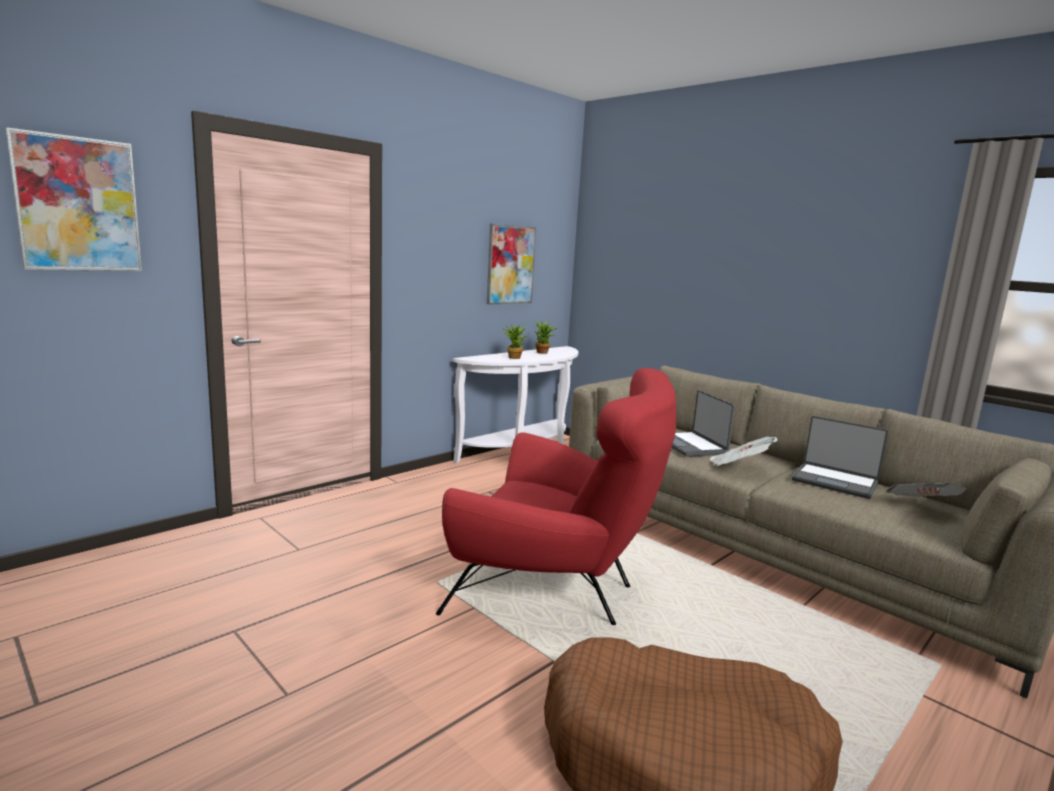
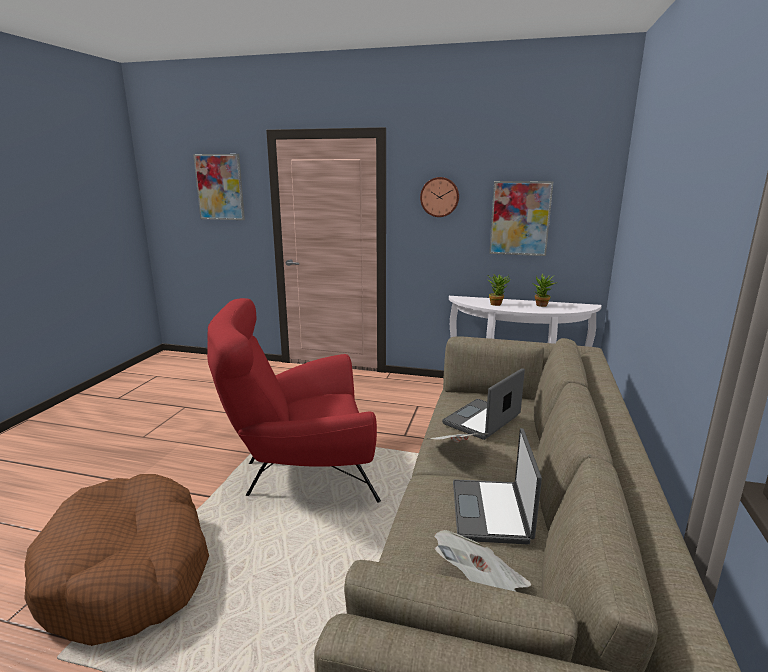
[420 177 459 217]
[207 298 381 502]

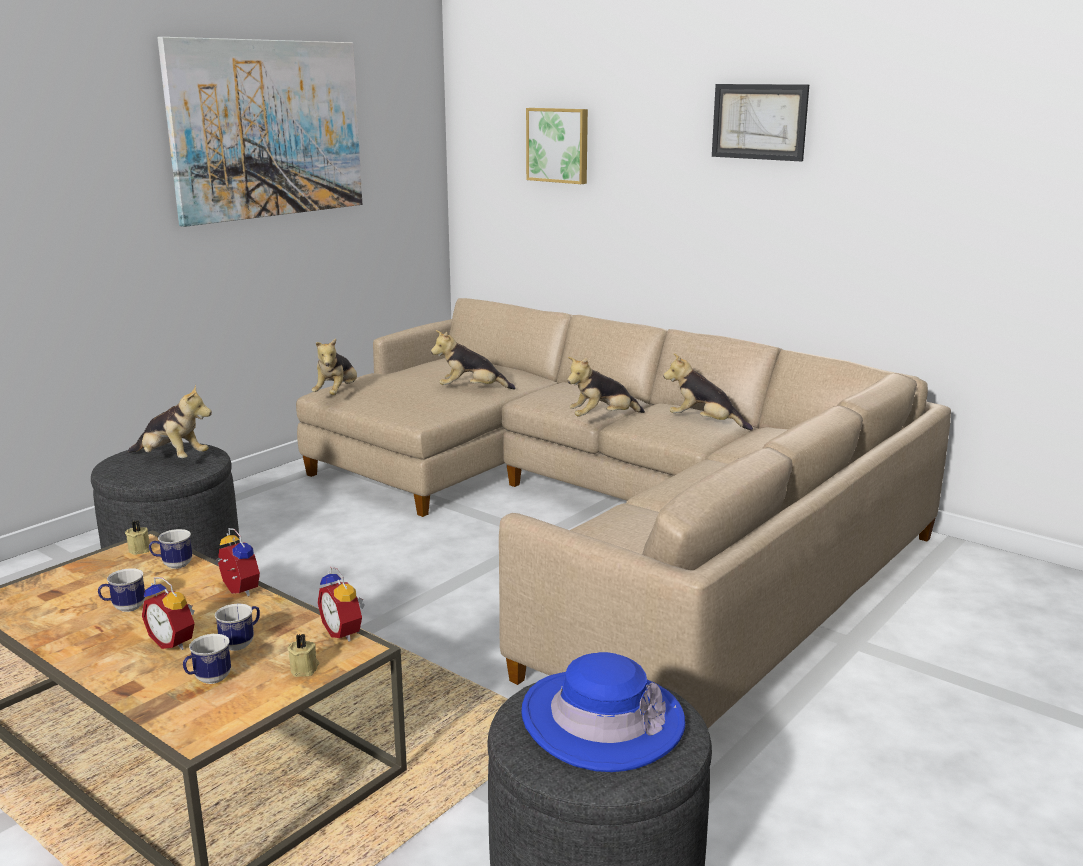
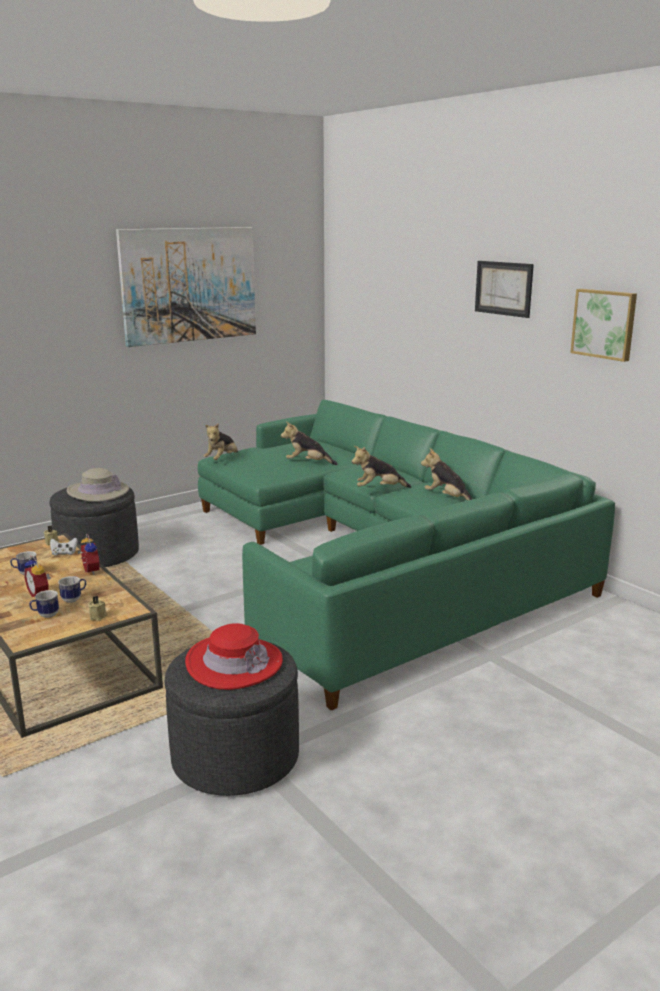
[317 567 365 641] (first image)
[570 289 637 362]
[67 468 129 502]
[50 538 78 556]
[198 400 615 711]
[185 623 283 690]

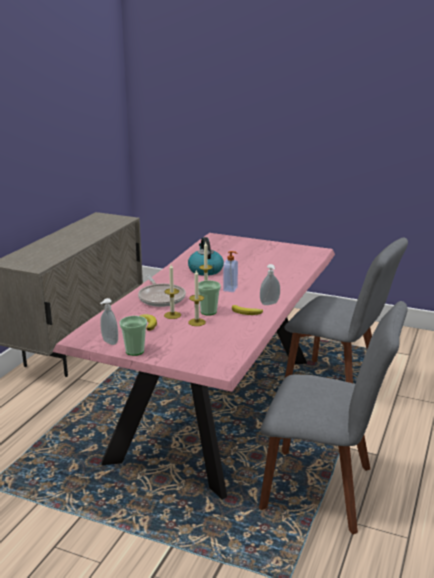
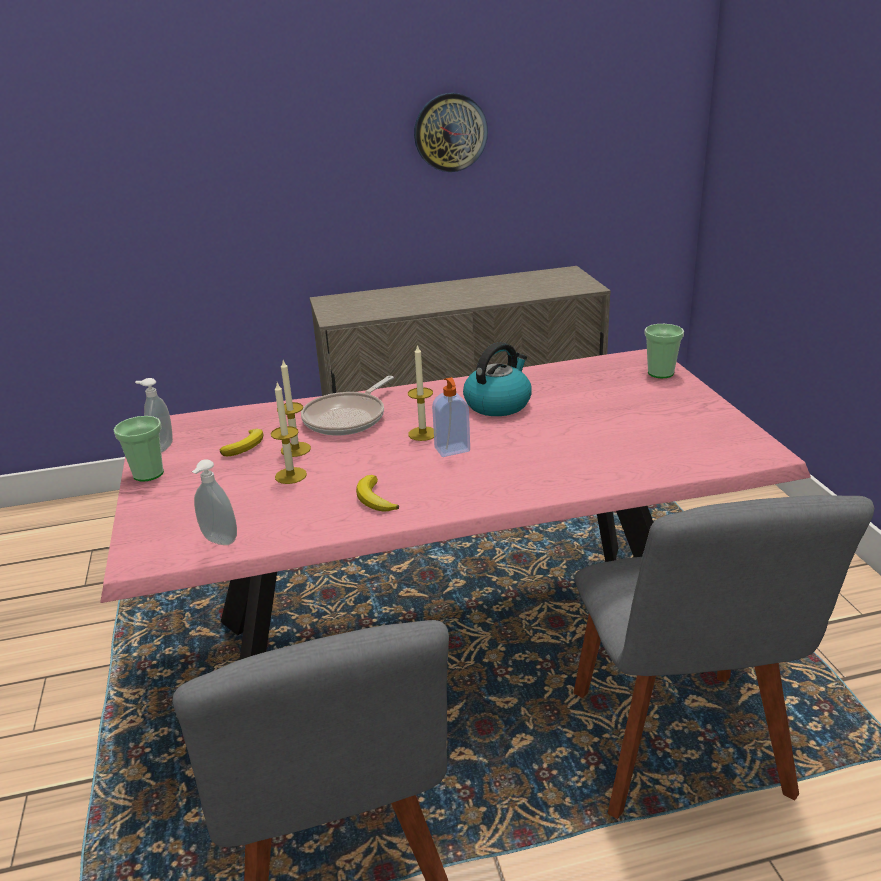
[414 93 488 172]
[644 324 684 378]
[192 459 237 545]

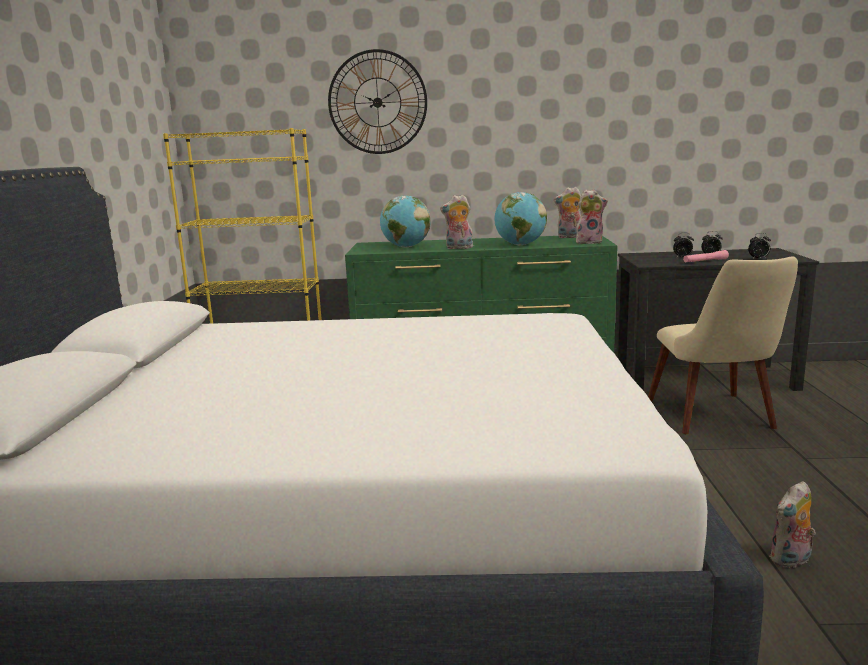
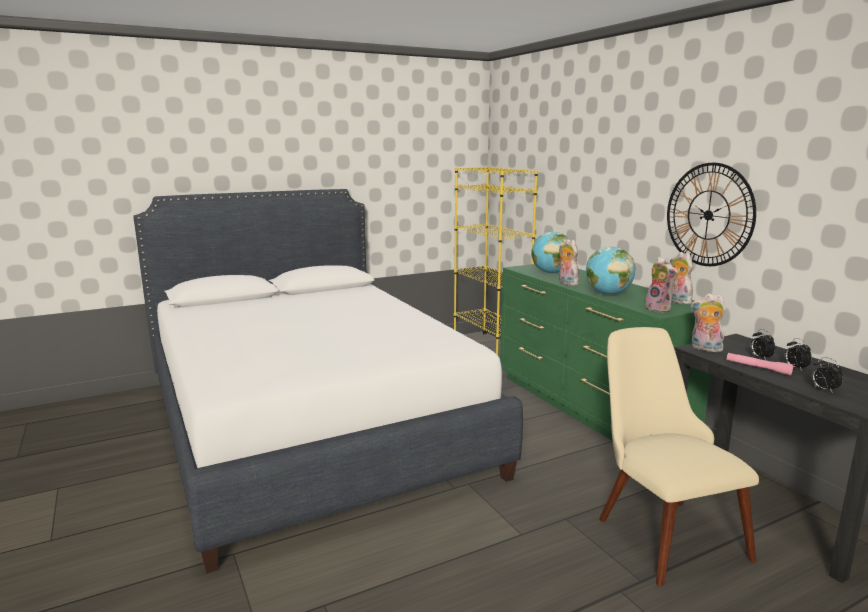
[667 163 756 266]
[691 293 726 353]
[599 327 759 586]

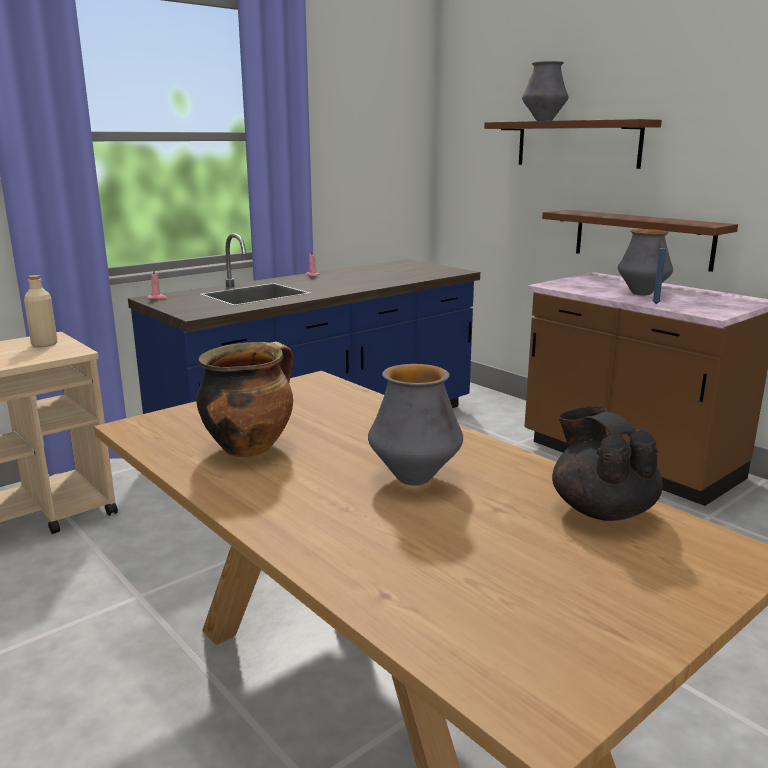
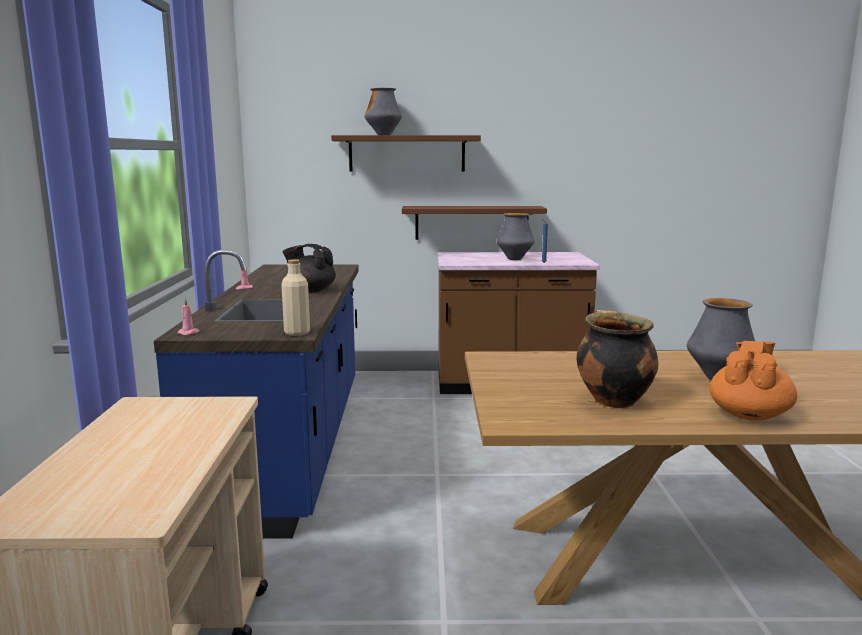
[710 341 797 420]
[281 259 310 336]
[282 244 336 292]

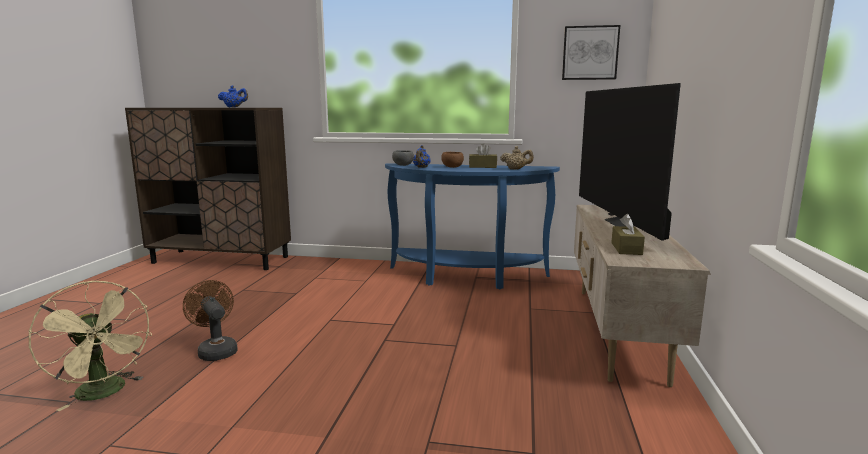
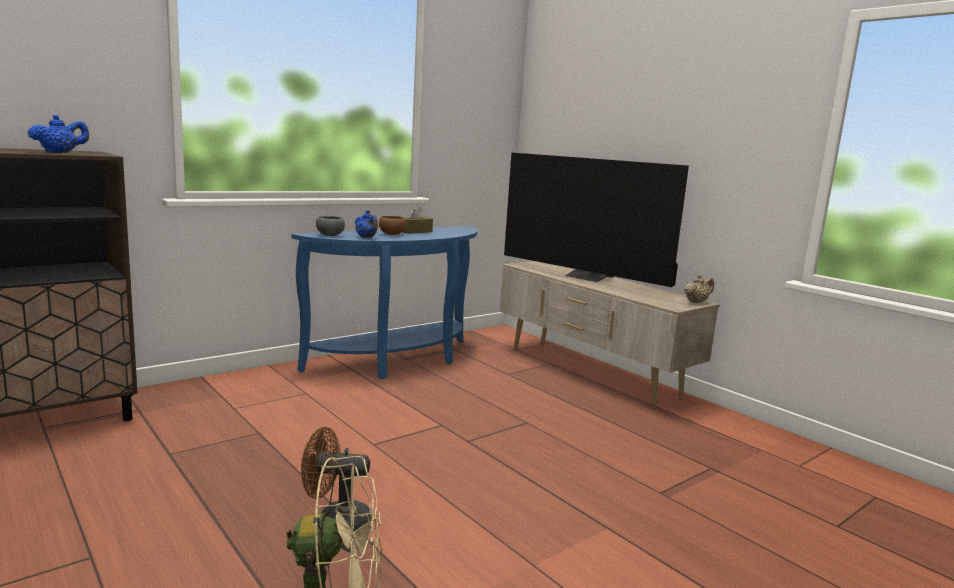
[562 25 620 80] (first image)
[611 214 645 255] (first image)
[684 274 714 303]

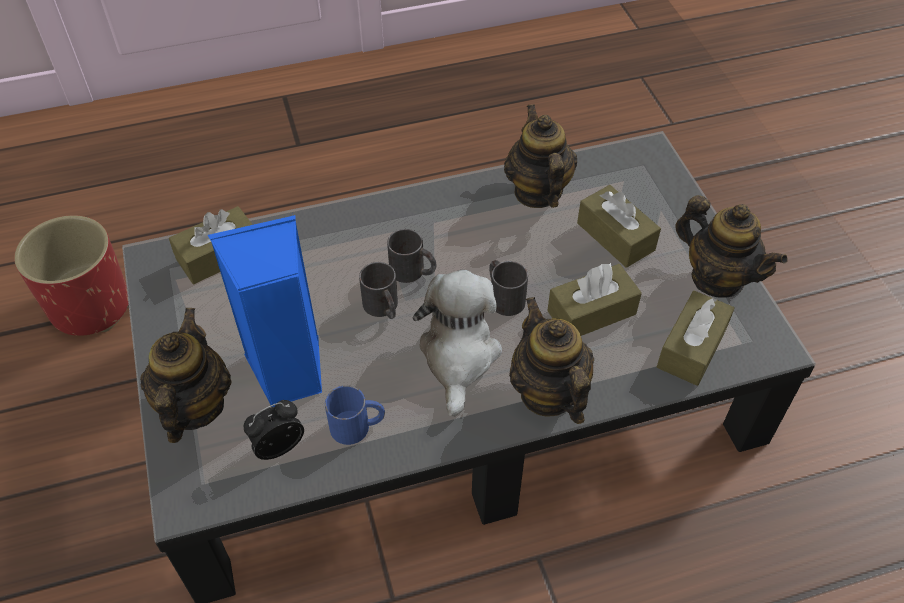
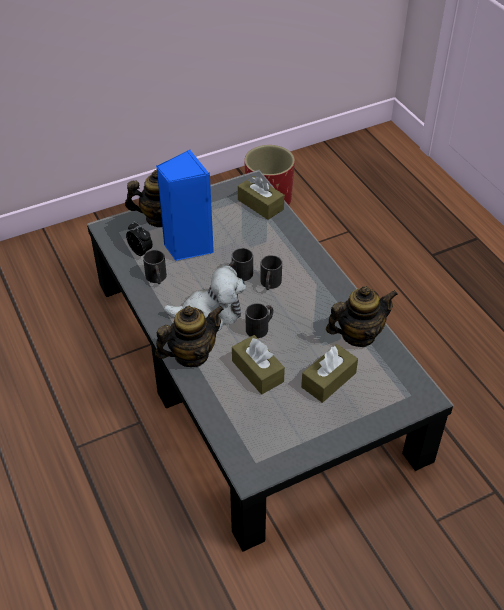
[657 291 735 386] (first image)
[675 195 788 298] (first image)
[143 250 167 284]

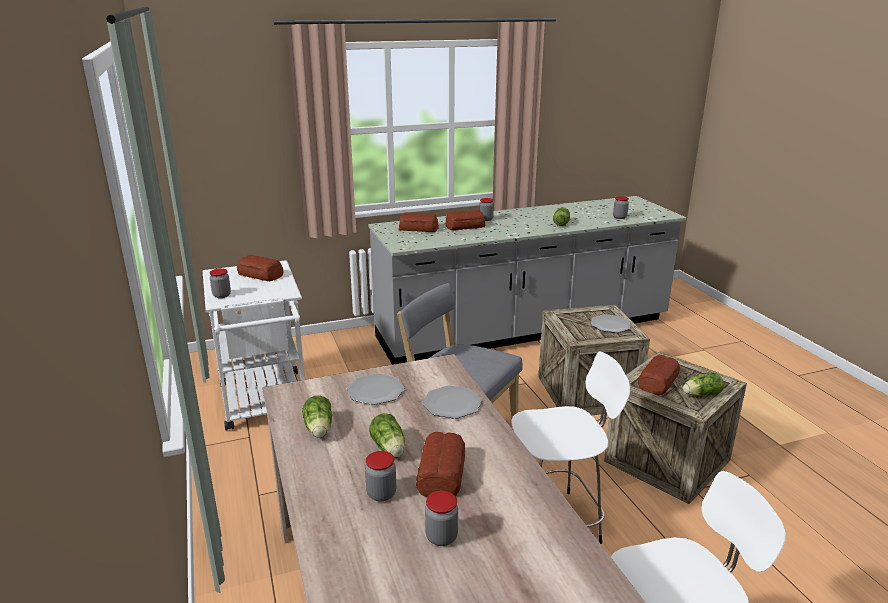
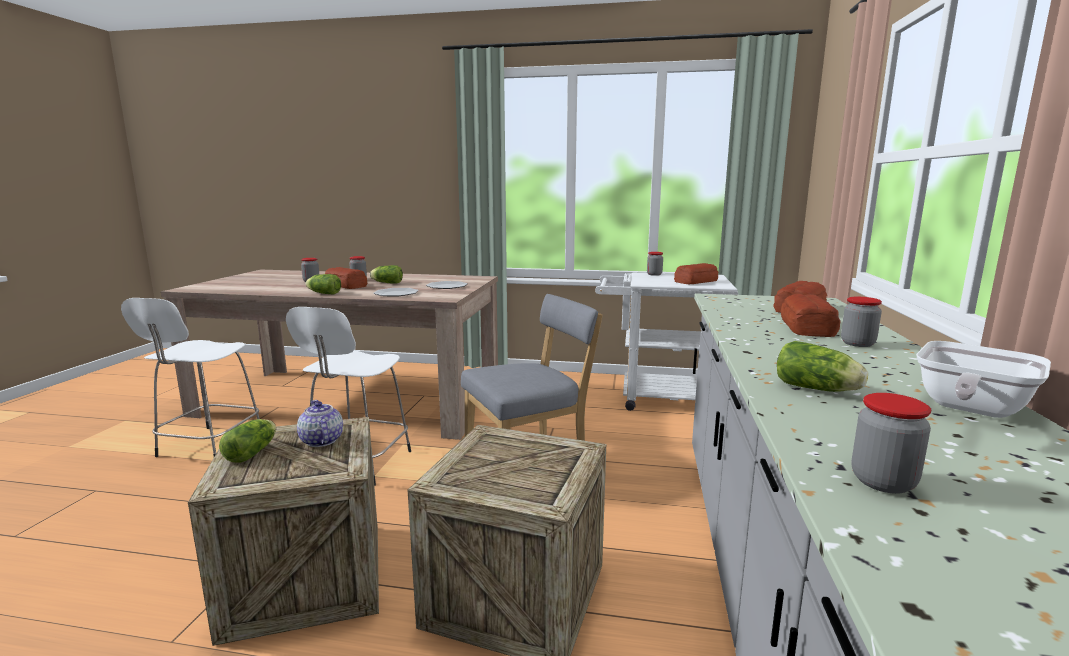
[591 314 631 333] (first image)
[916 341 1051 418]
[306 274 341 295]
[297 400 343 447]

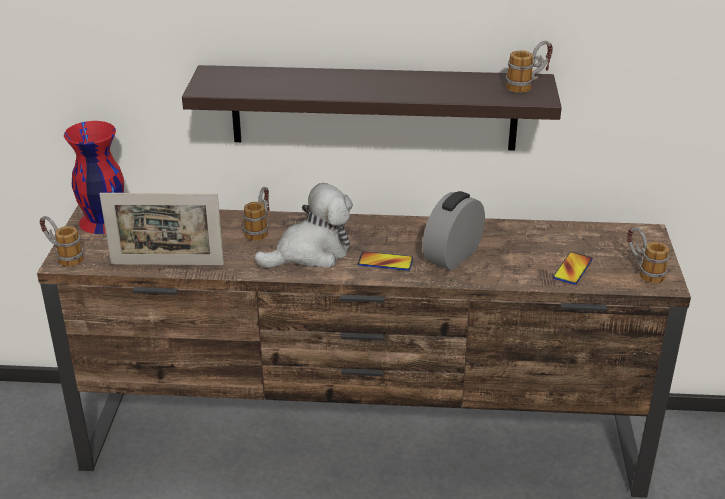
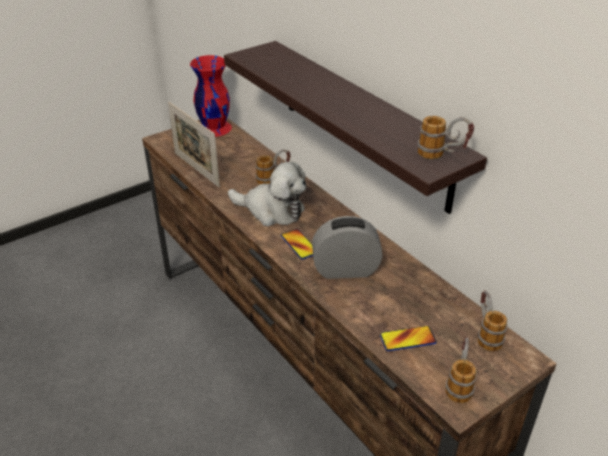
[478 291 507 351]

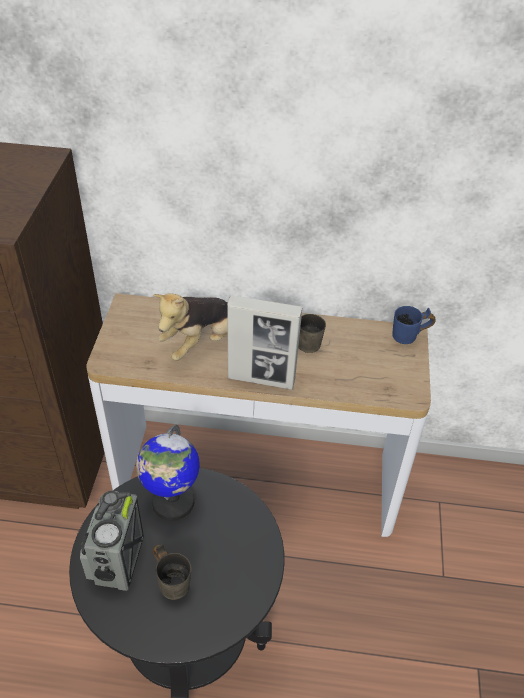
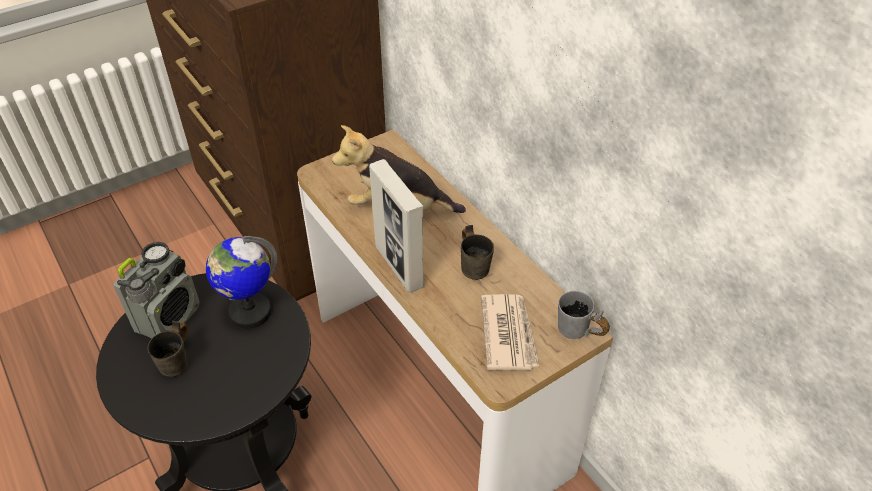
[481 294 539 370]
[558 291 610 339]
[113 242 200 338]

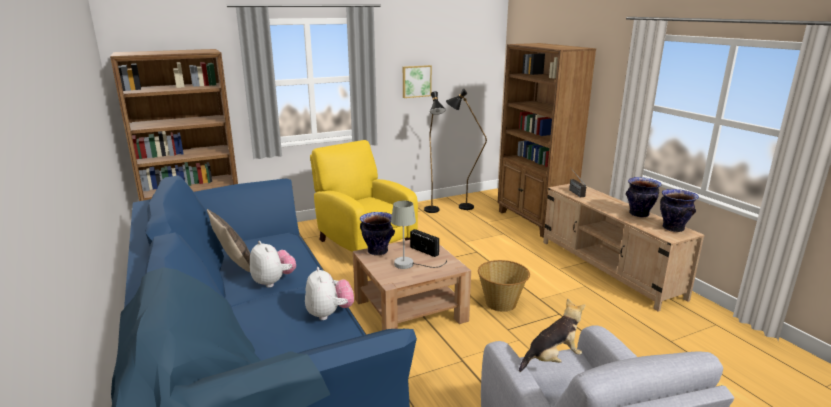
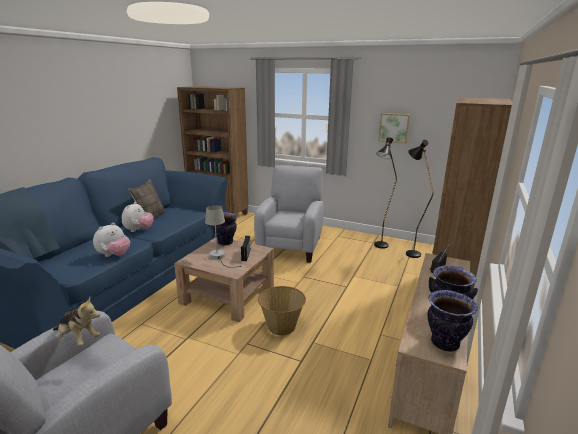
[254 165 324 263]

